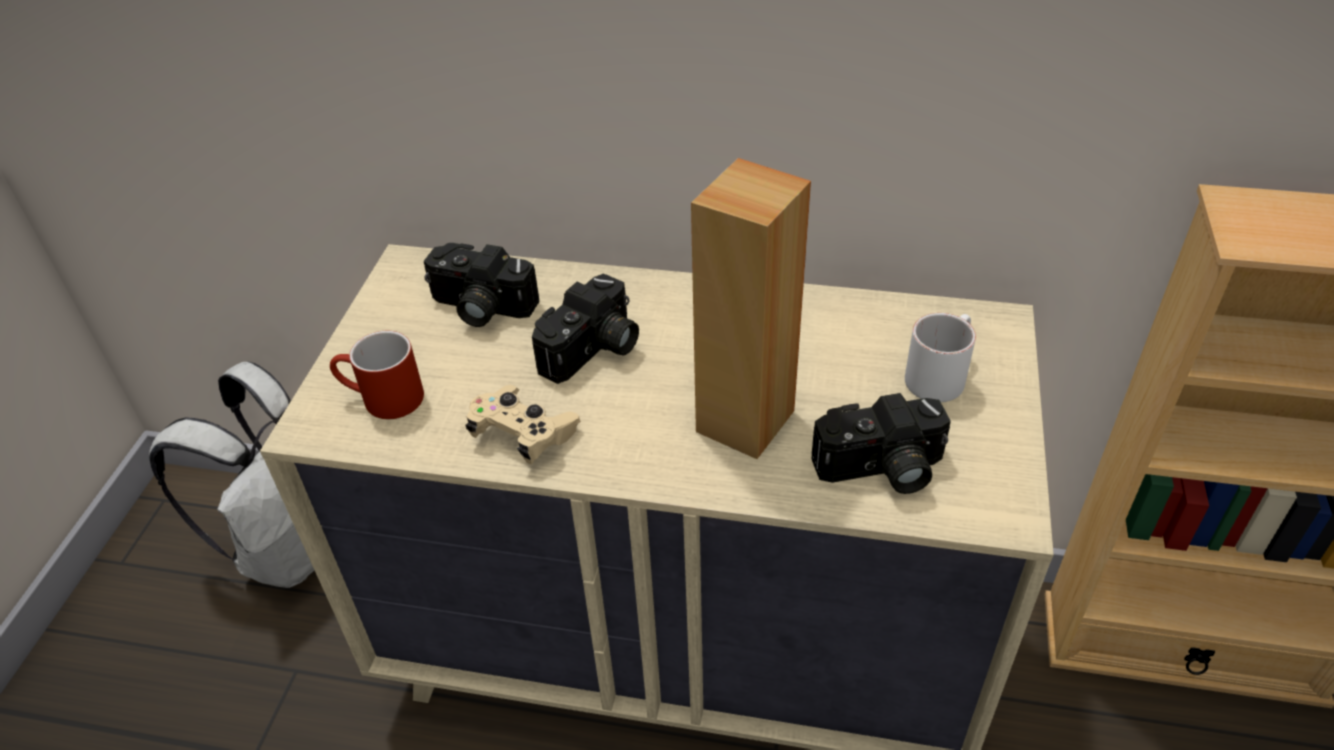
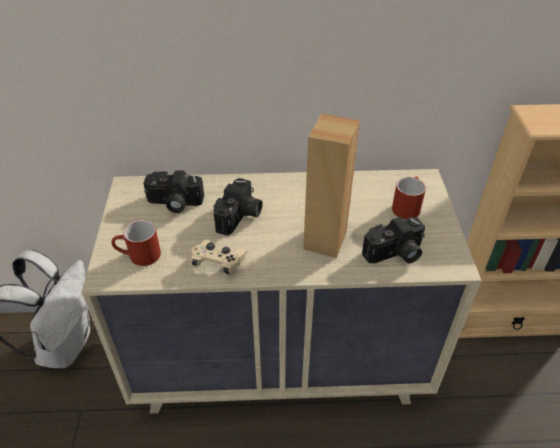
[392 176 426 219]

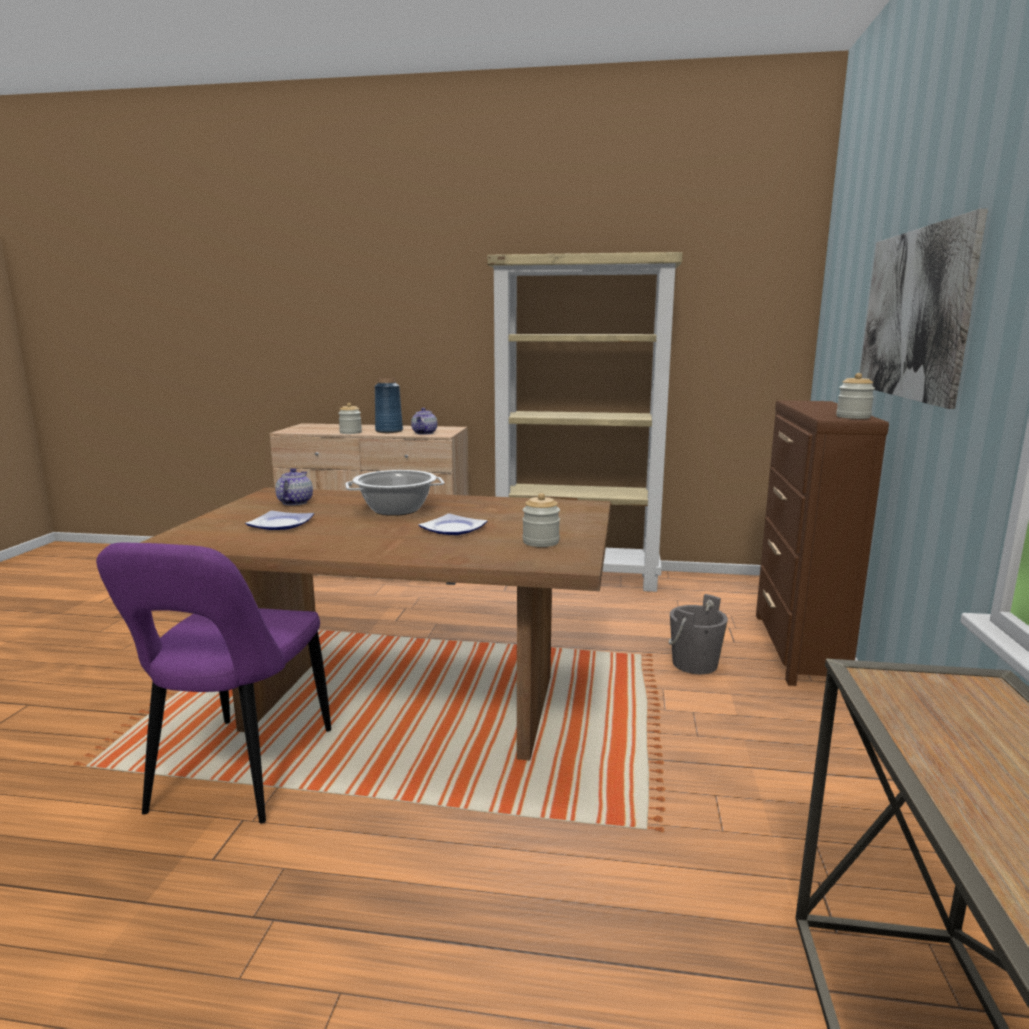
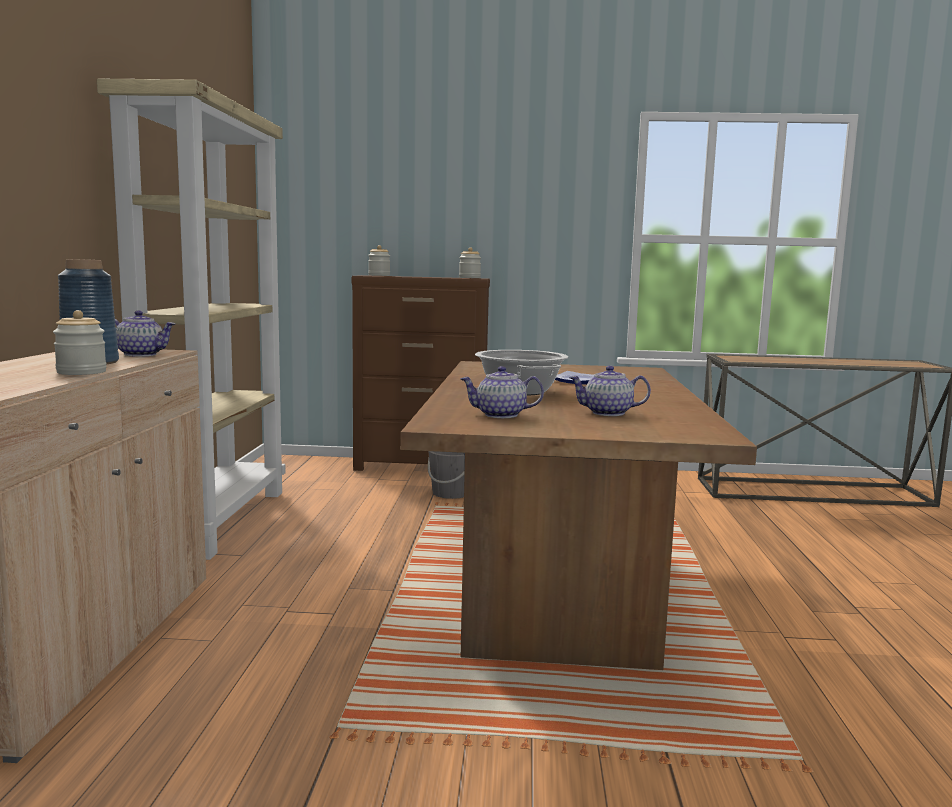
[96 542 331 824] (first image)
[860 208 988 409] (first image)
[368 245 390 276]
[569 366 651 416]

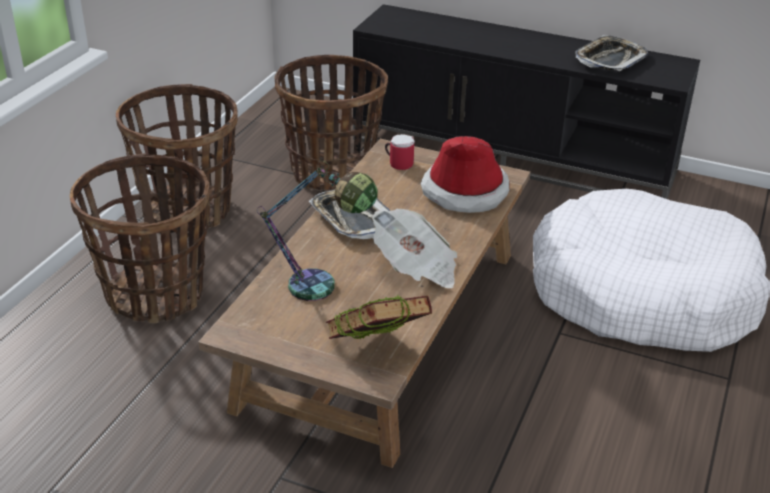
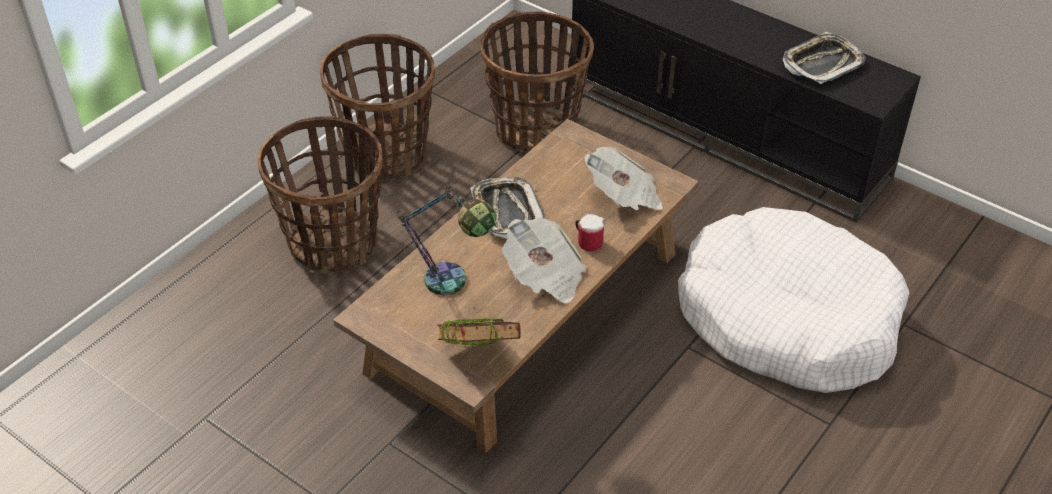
[575 214 606 252]
[585 147 663 210]

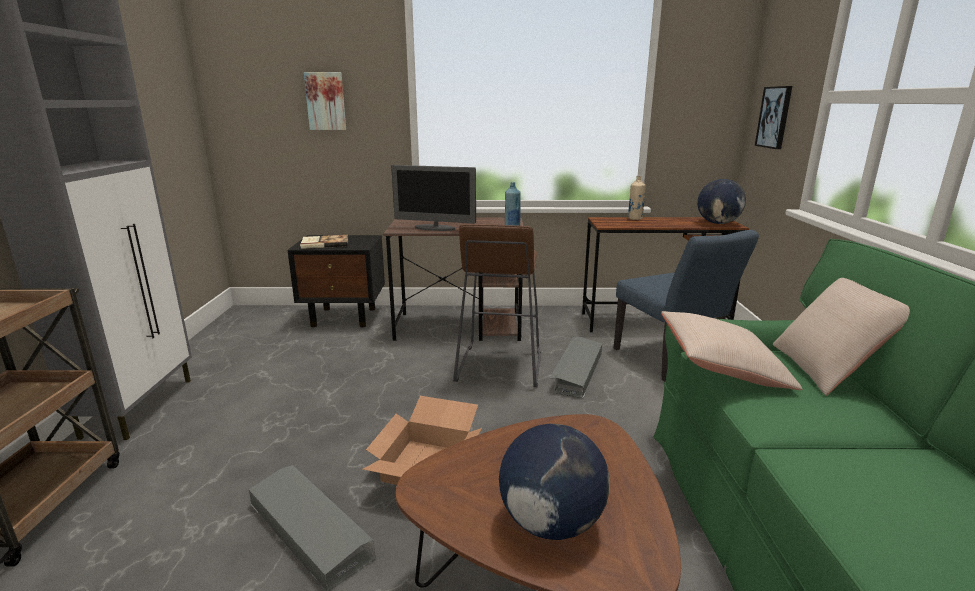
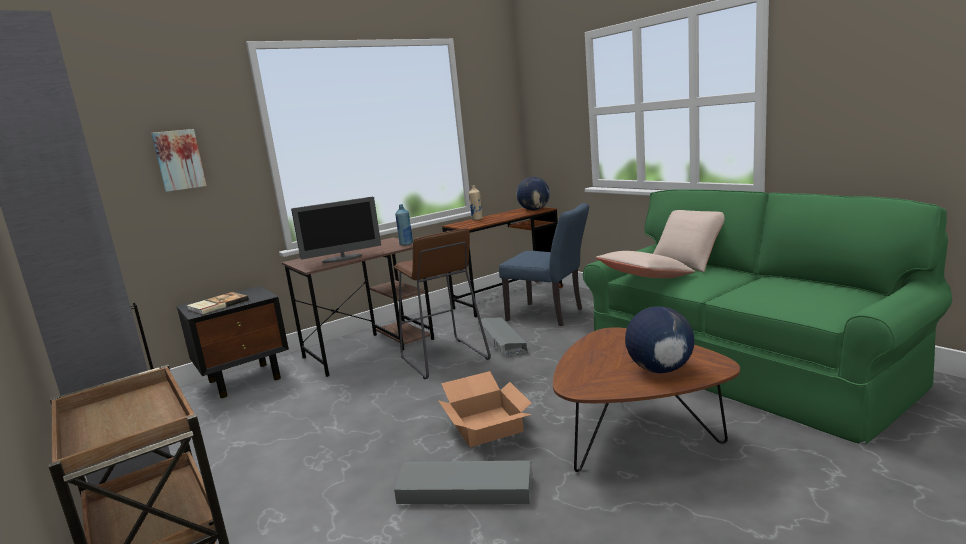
[755 86 792 149] (first image)

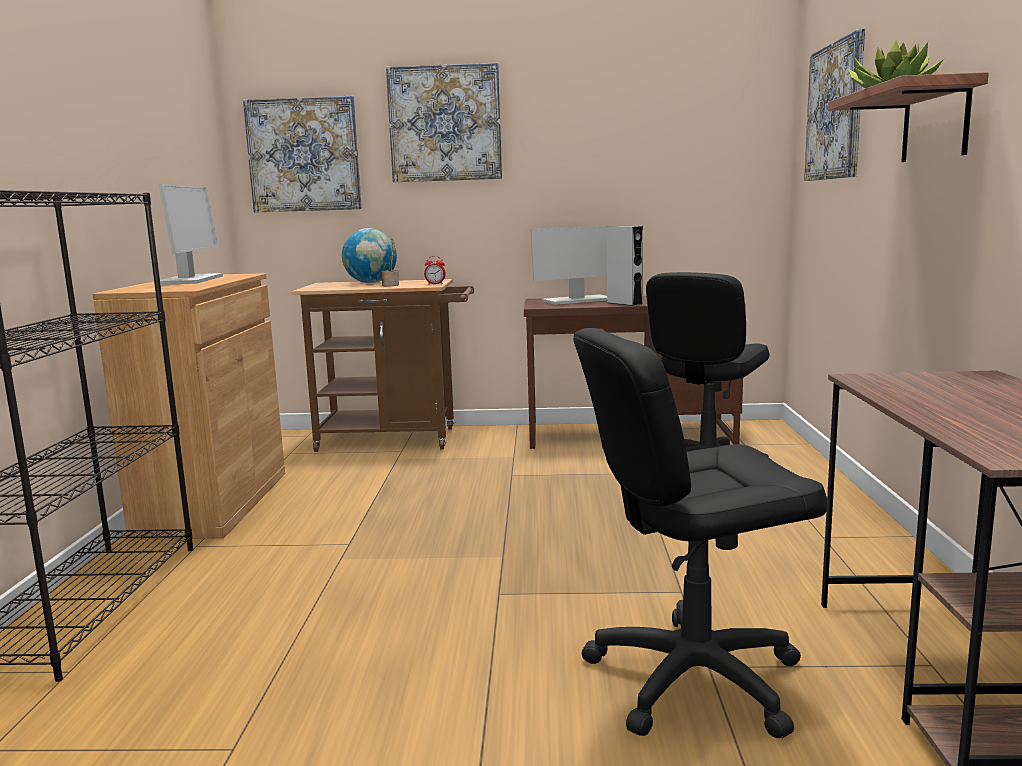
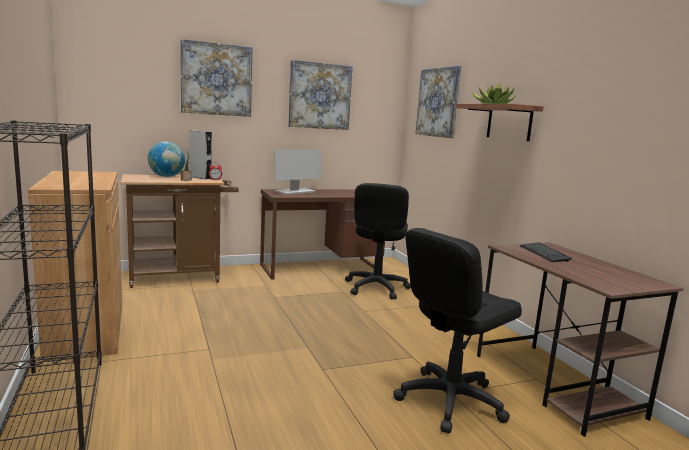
[154 184 223 285] (first image)
[520 243 572 262]
[288 60 353 130]
[189 131 212 179]

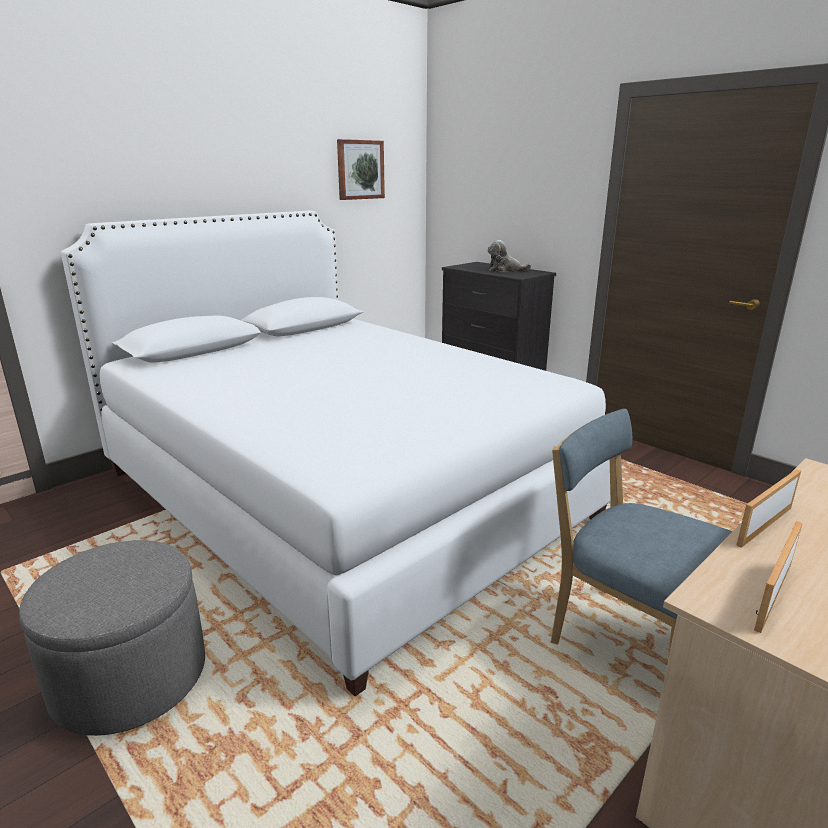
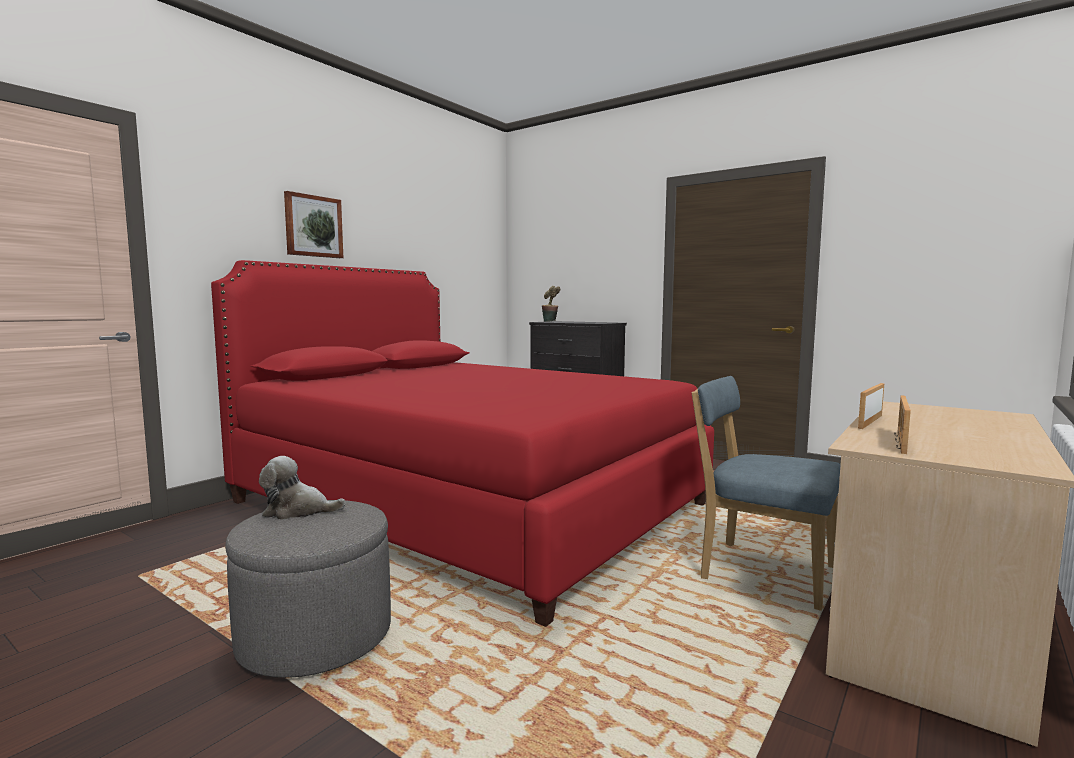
[542 286 560 322]
[284 191 343 258]
[259 456 346 520]
[211 260 714 627]

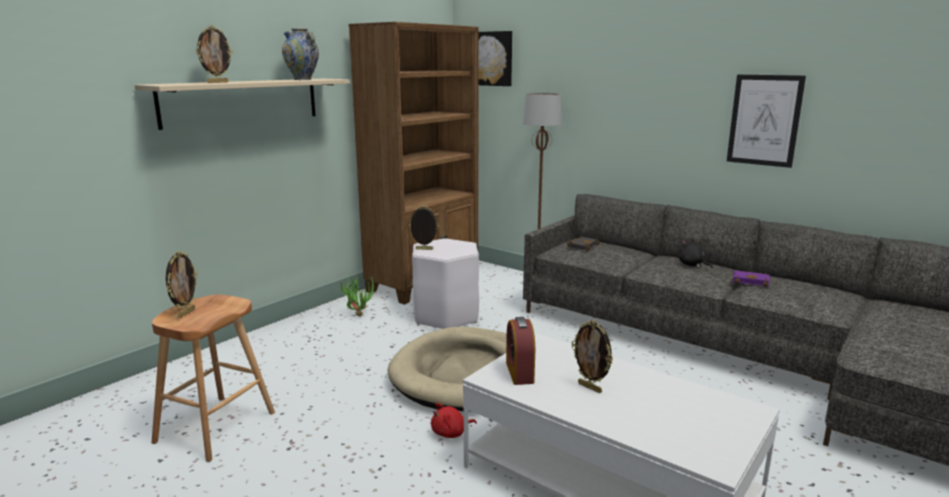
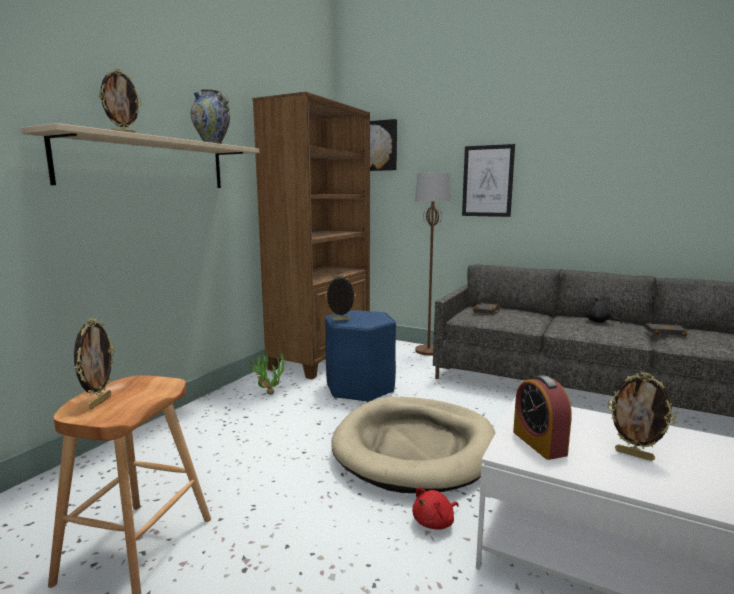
[462 144 515 217]
[325 310 396 403]
[645 322 687 337]

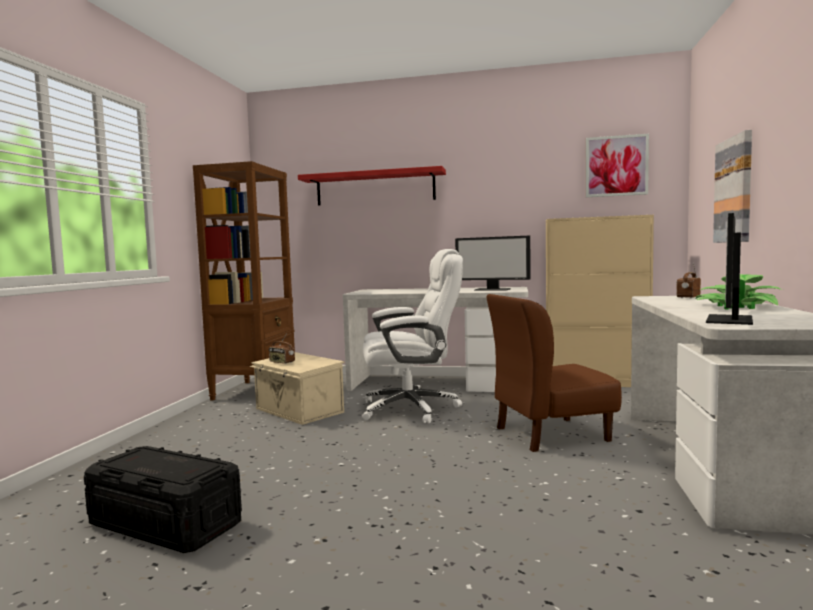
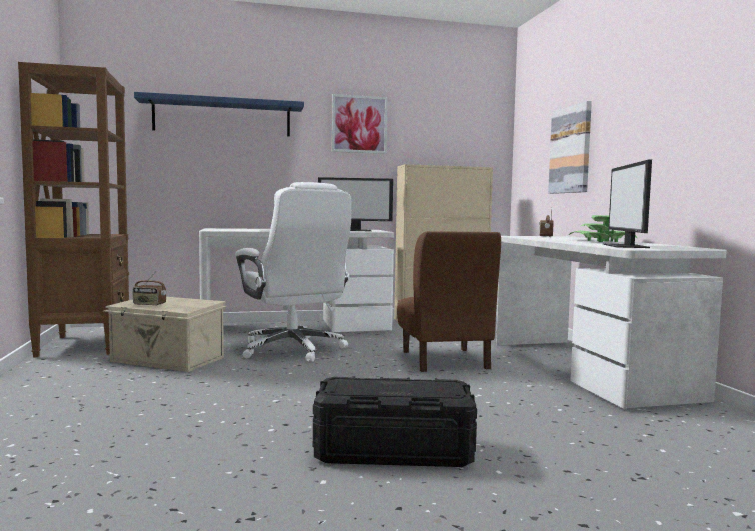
[313 376 477 467]
[331 94 388 154]
[134 92 304 136]
[235 182 352 362]
[397 231 501 372]

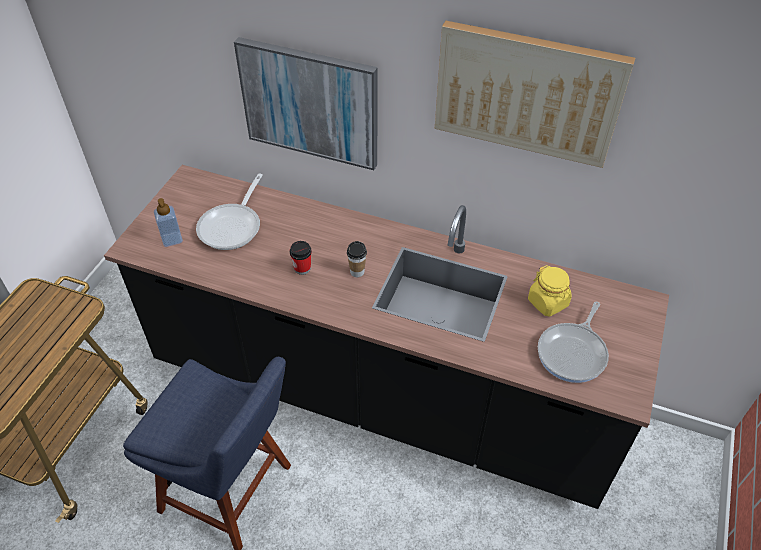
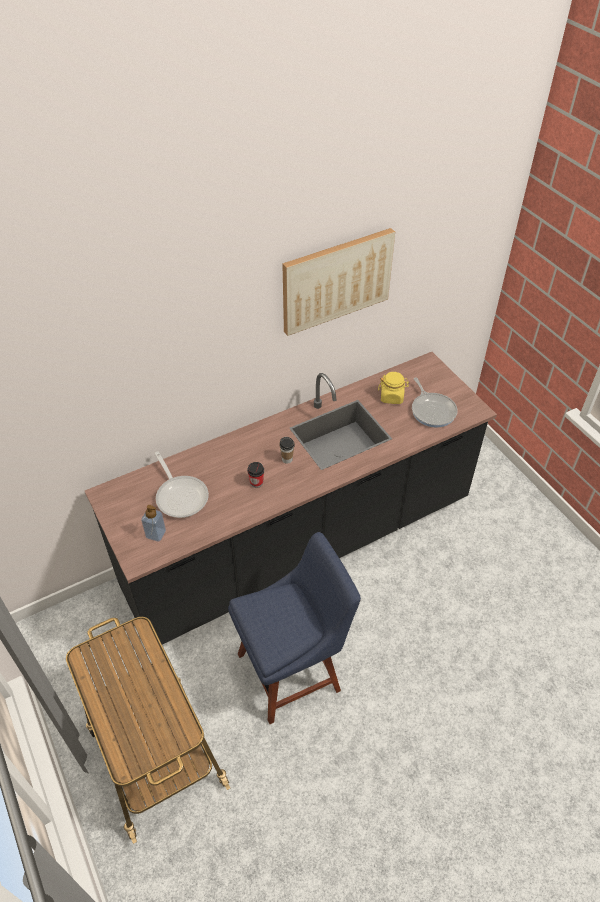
[234 37 377 170] (first image)

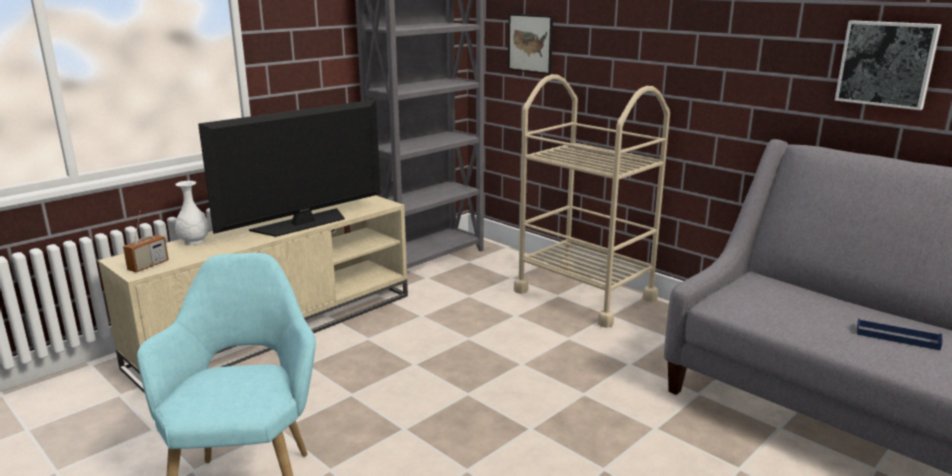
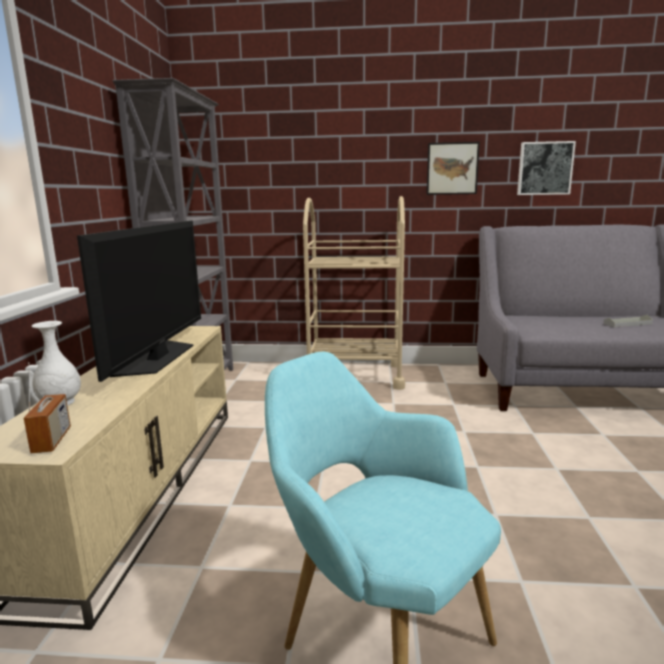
[427 142 480 195]
[603 315 653 327]

